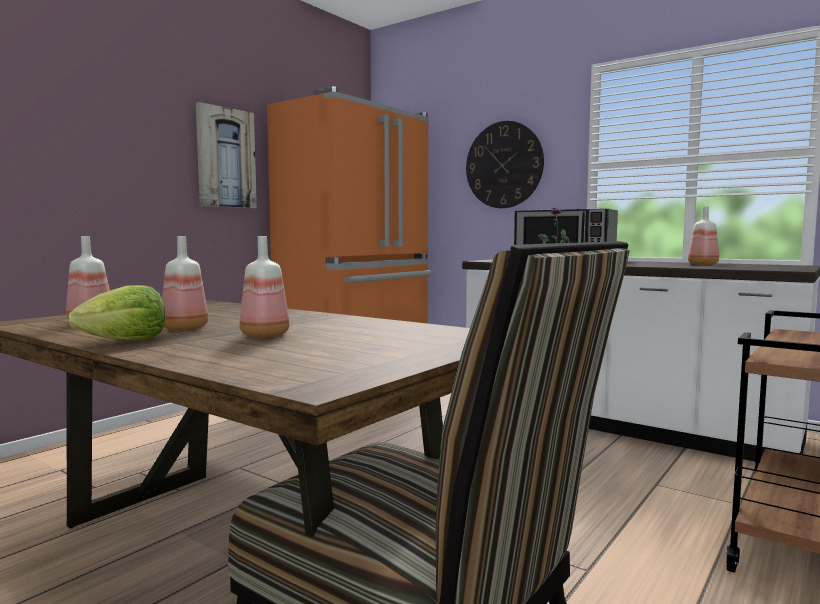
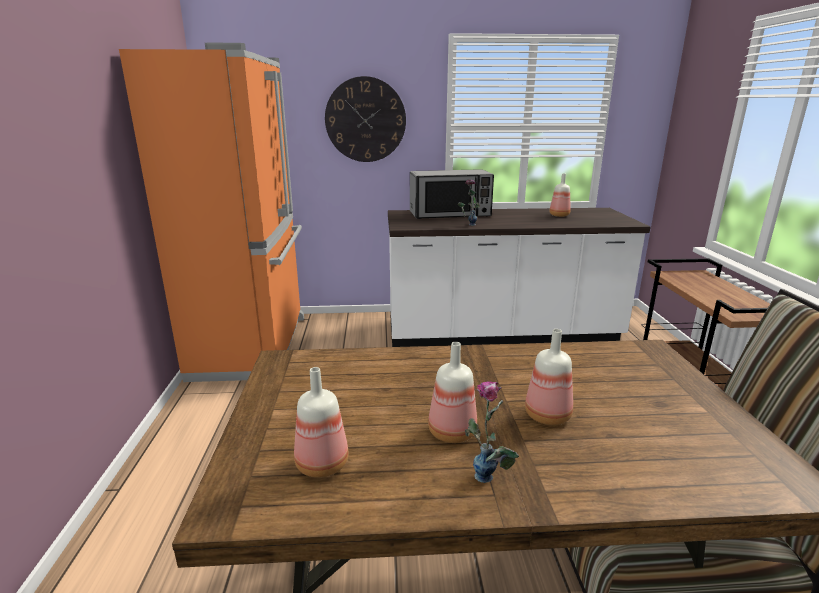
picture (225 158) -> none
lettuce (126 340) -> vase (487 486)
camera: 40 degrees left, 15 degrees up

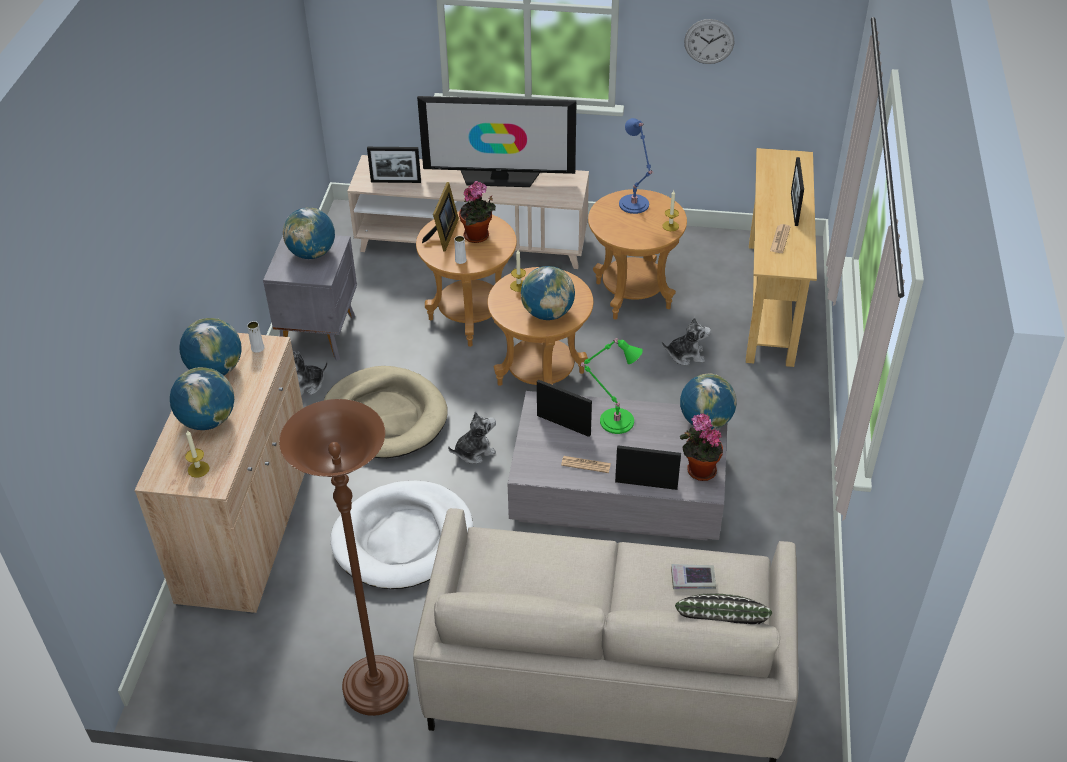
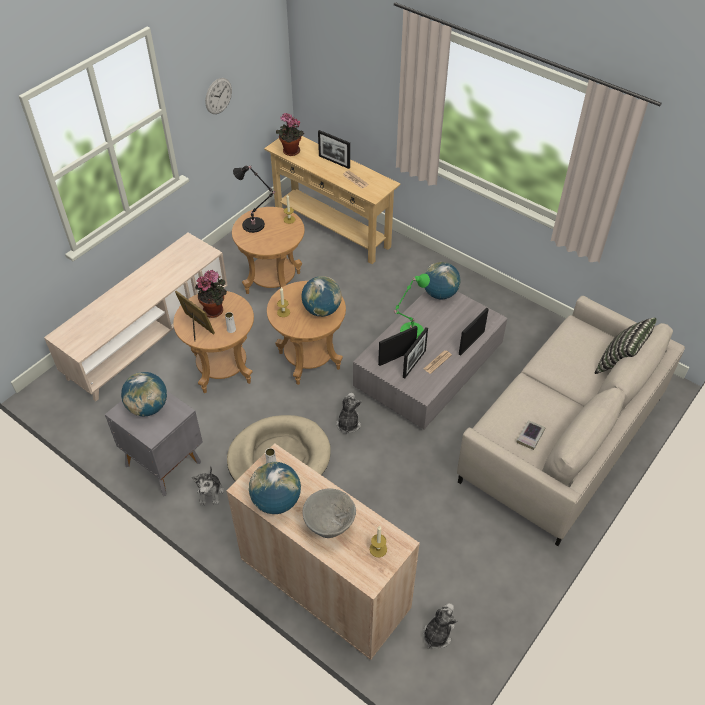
television (499 178) -> none
bluish lamp for a table (634 206) -> black lamp for a table (255 225)
picture frame (396 181) -> picture frame (414 364), relocated
plush toy (686 355) -> plush toy (437 633), relocated
world globe (208 420) -> greyish deep dish (329 525)
brown floor lamp (375 688) -> none
houseplant (698 470) -> houseplant (290 152), relocated
whitish dog cushion (403 538) -> none
bound book (693 579) -> bound book (530 436), relocated
camera: 60 degrees left, 5 degrees up

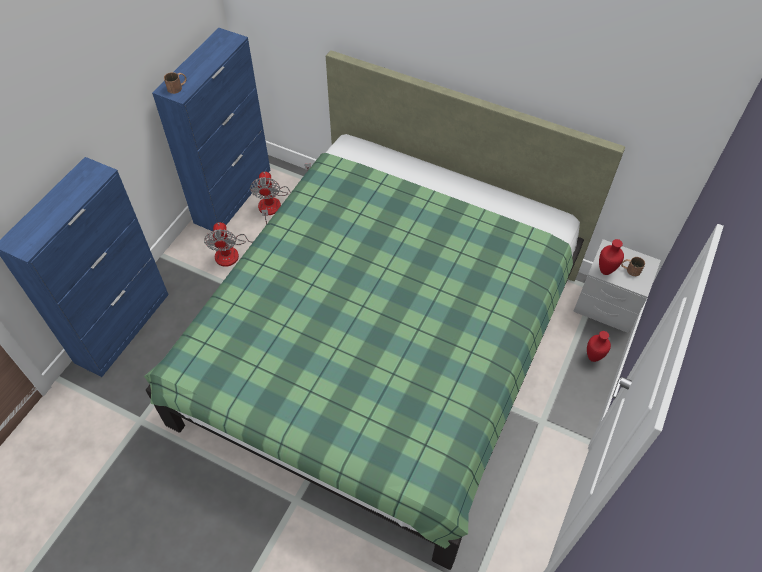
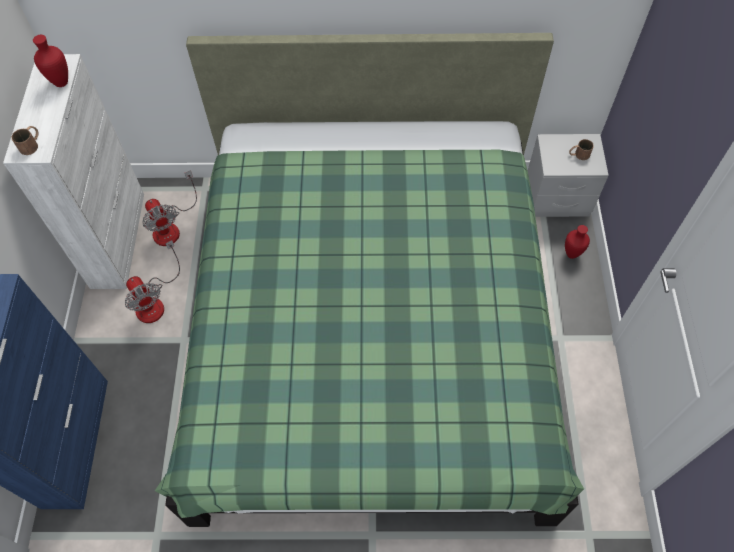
bluish cabinet (233 195) -> whitish cabinet (118 239)
red-coloured vase (604 271) -> red-coloured vase (60 83), relocated
camera: 25 degrees left, 5 degrees up

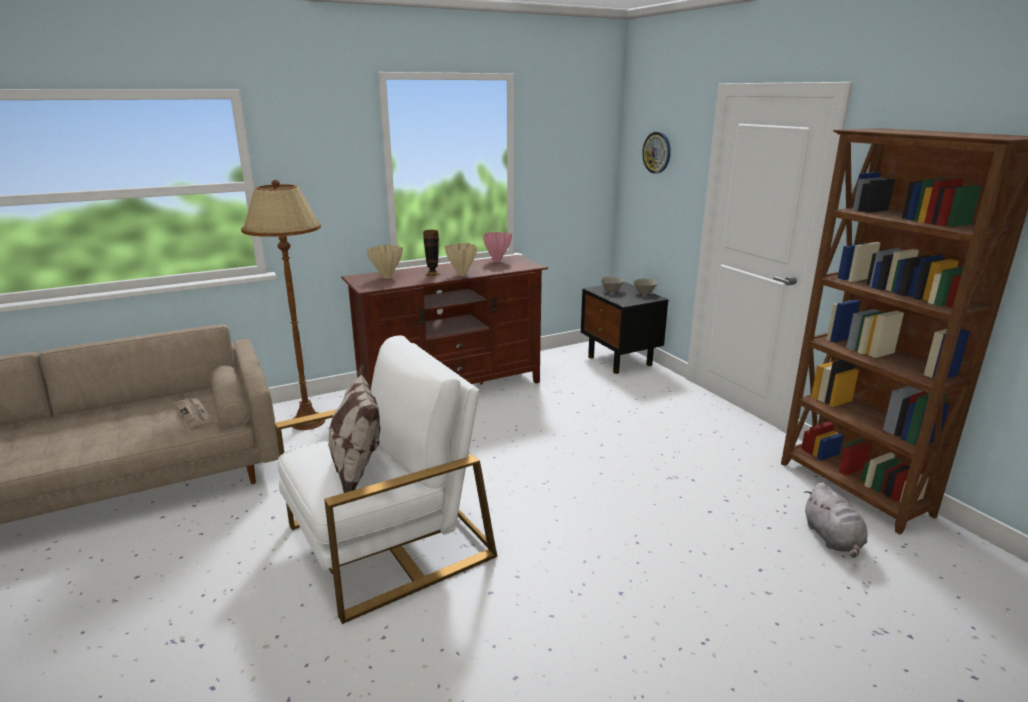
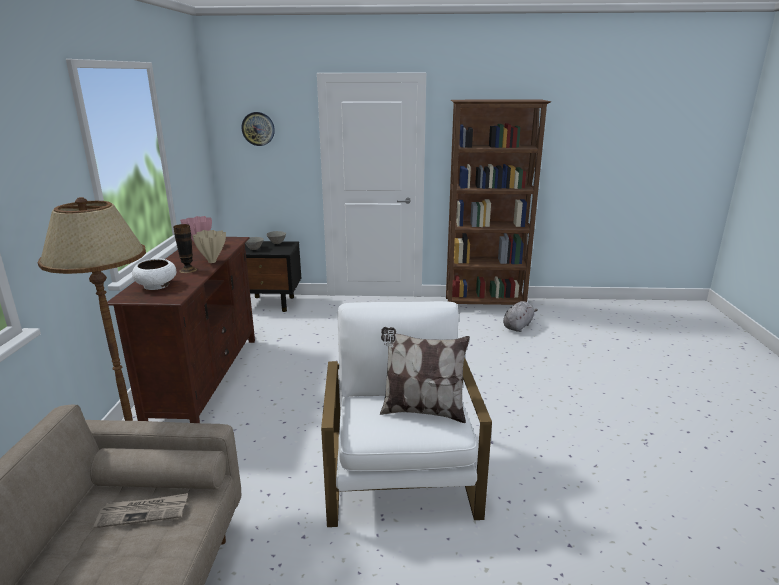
sand-coloured vase (388 277) -> whitish deep dish (157 286)
greyish plush toy (833 539) -> greyish plush toy (518 326), 75 degrees counterclockwise
camera: 60 degrees left, 0 degrees up

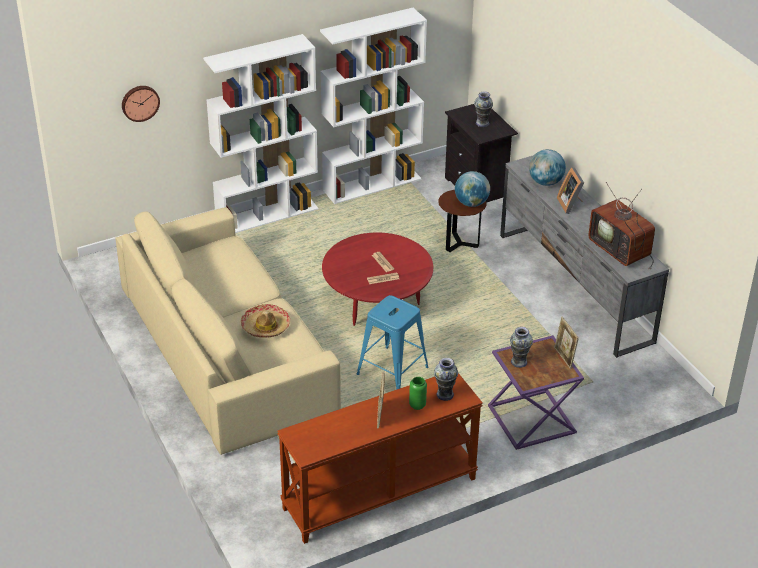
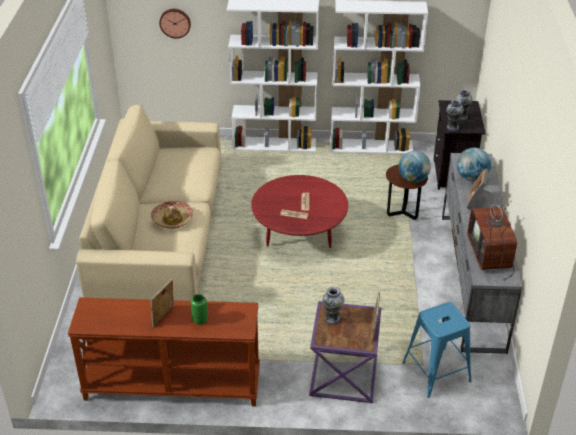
bluish sitting stool (392 370) -> bluish sitting stool (436 371), relocated
vase (445 394) -> vase (453 128), relocated
camera: 30 degrees right, 0 degrees up

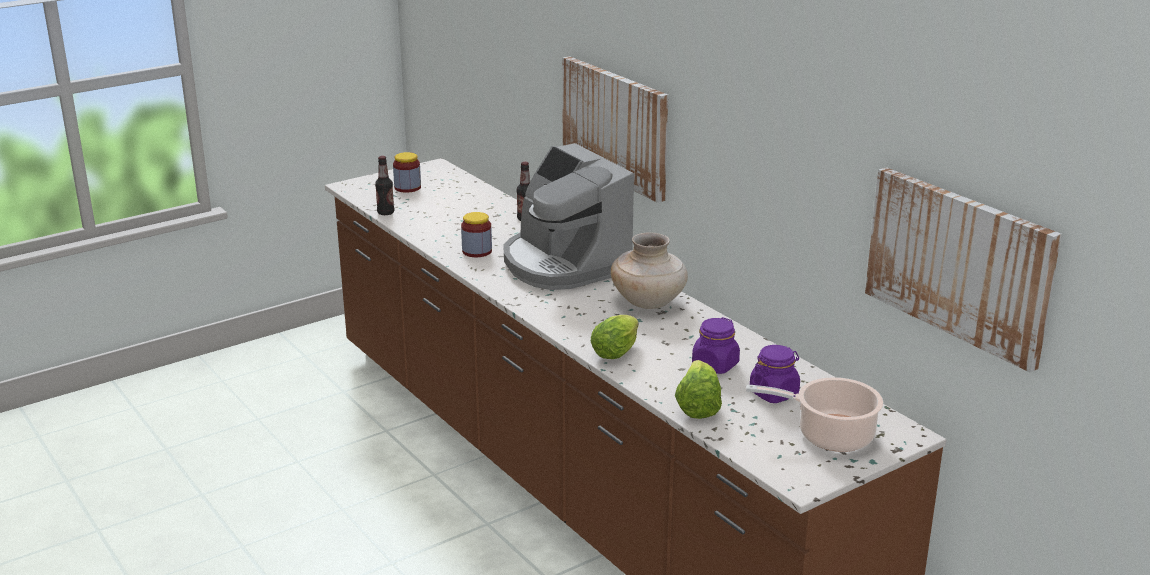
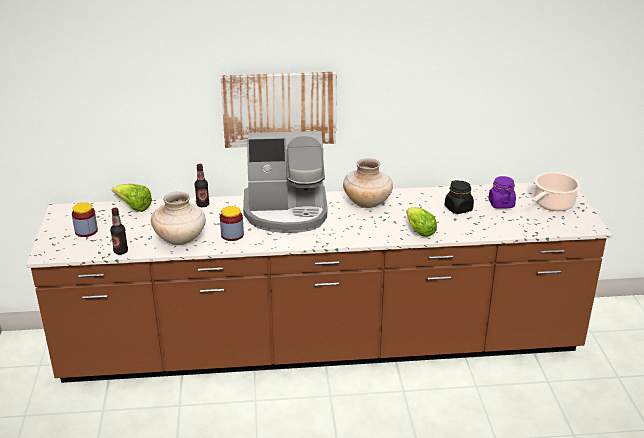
picture (959 264) -> none
purple-coloured jar (715 365) -> black jar (458 209)
lettuce (697 406) -> lettuce (134 207), relocated
none -> sand-coloured vase (180 239)
camera: 60 degrees left, 5 degrees up

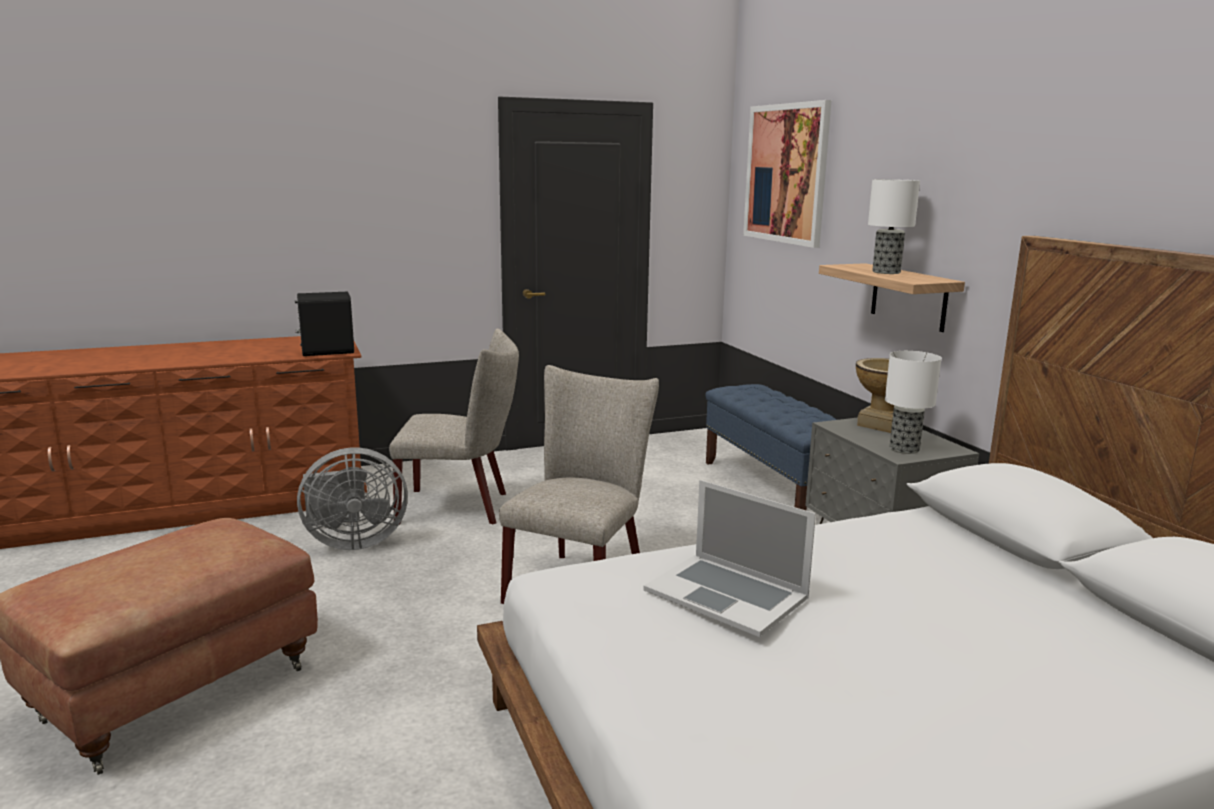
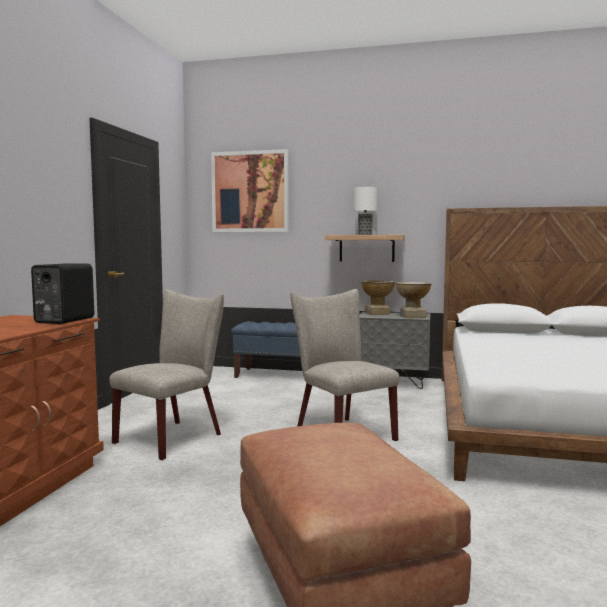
lamp for a table (904 449) -> vase (412 316)
greyish fan (352 542) -> none
portable computer (726 593) -> none
camera: 55 degrees left, 10 degrees down

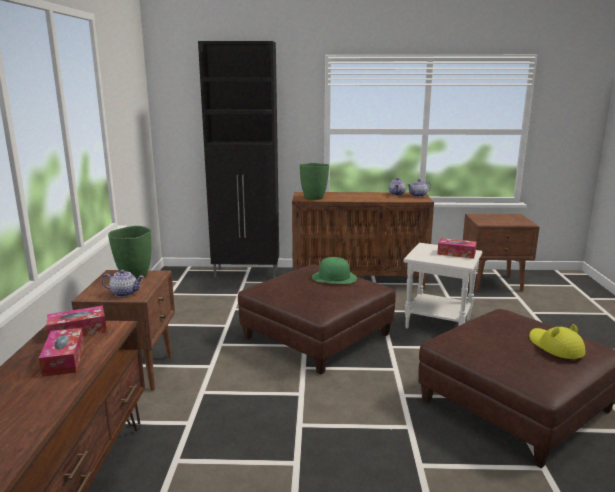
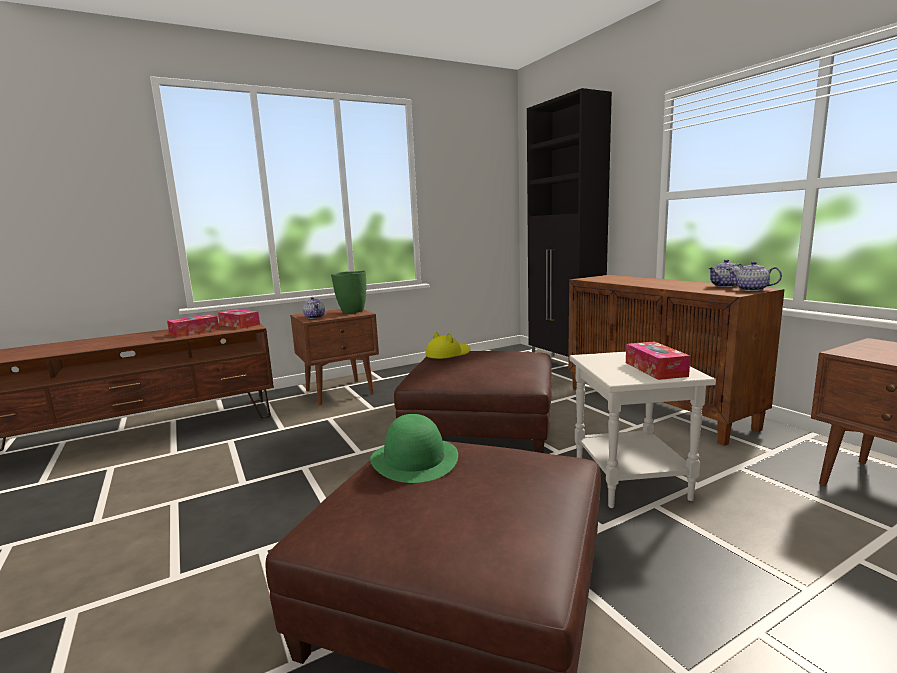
greenish vase (313 198) -> none
greenish clothing hat (334 277) -> greenish clothing hat (414 459), relocated
yellowish clothing hat (555 346) -> yellowish clothing hat (448 354), relocated
camera: 60 degrees right, 5 degrees down

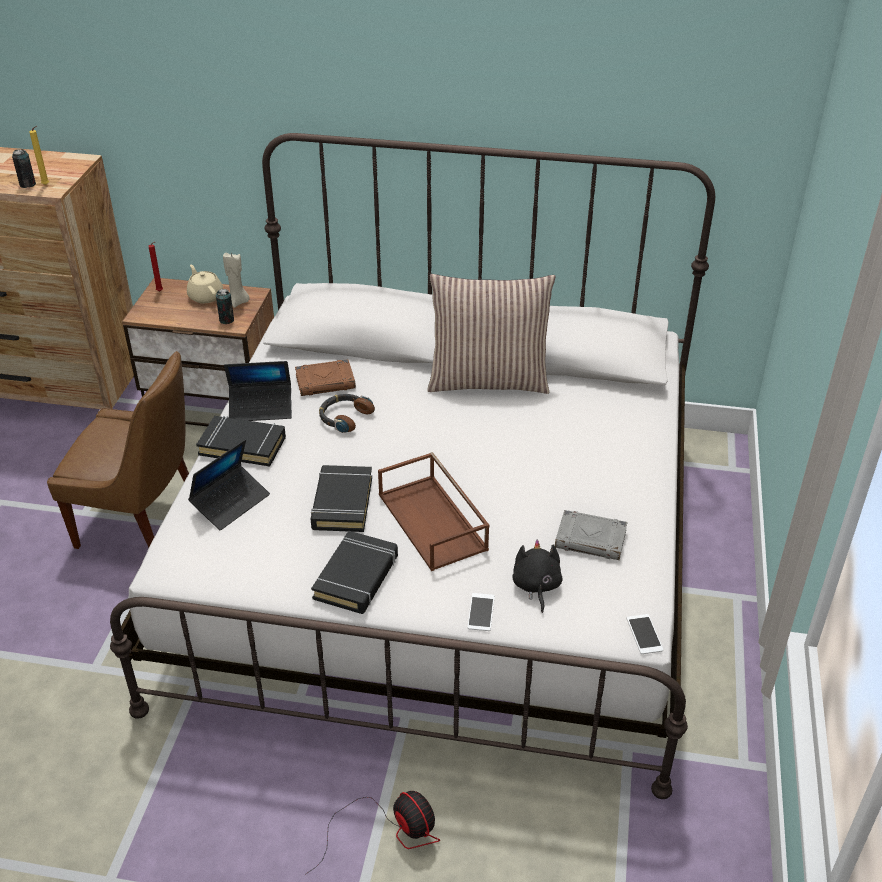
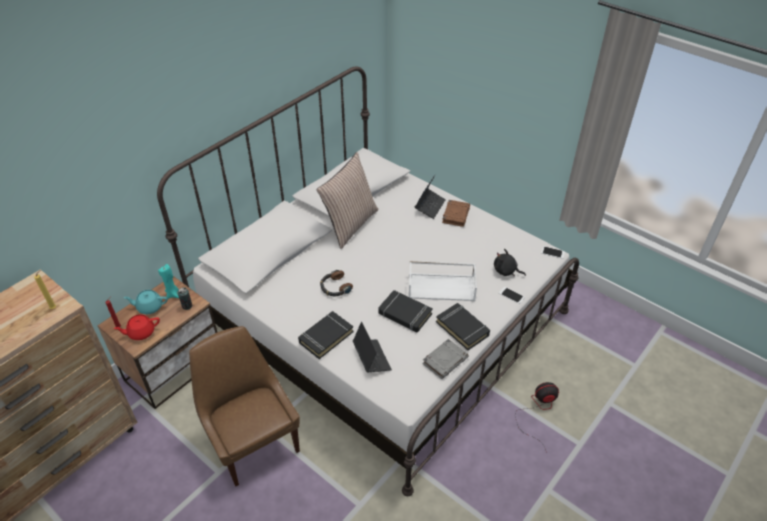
can (27 185) -> none
sand-coloured wax light (238 302) -> turquoise-coloured wax light (173 294)
sand-coloured pot for tea (205 296) -> turquoise-coloured pot for tea (149 307)
brown upright chair (142 521) -> brown upright chair (253 442), 75 degrees counterclockwise
brown bound book (326 382) -> brown bound book (455 215), relocated
portable computer (261 408) -> portable computer (430 206), relocated
brown carrying tray (434 522) -> whitish carrying tray (442 286)
greyish bound book (591 539) -> greyish bound book (445 360), relocated
none -> red-coloured pot for tea (141 332)
camera: 60 degrees left, 5 degrees up

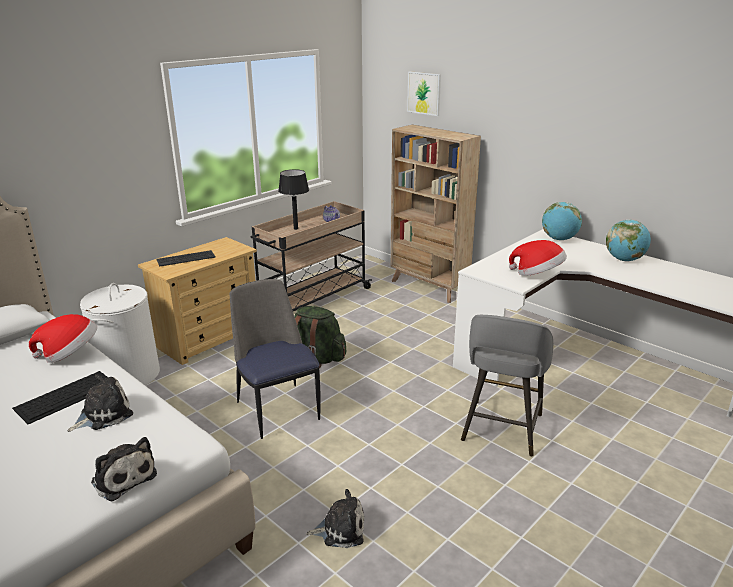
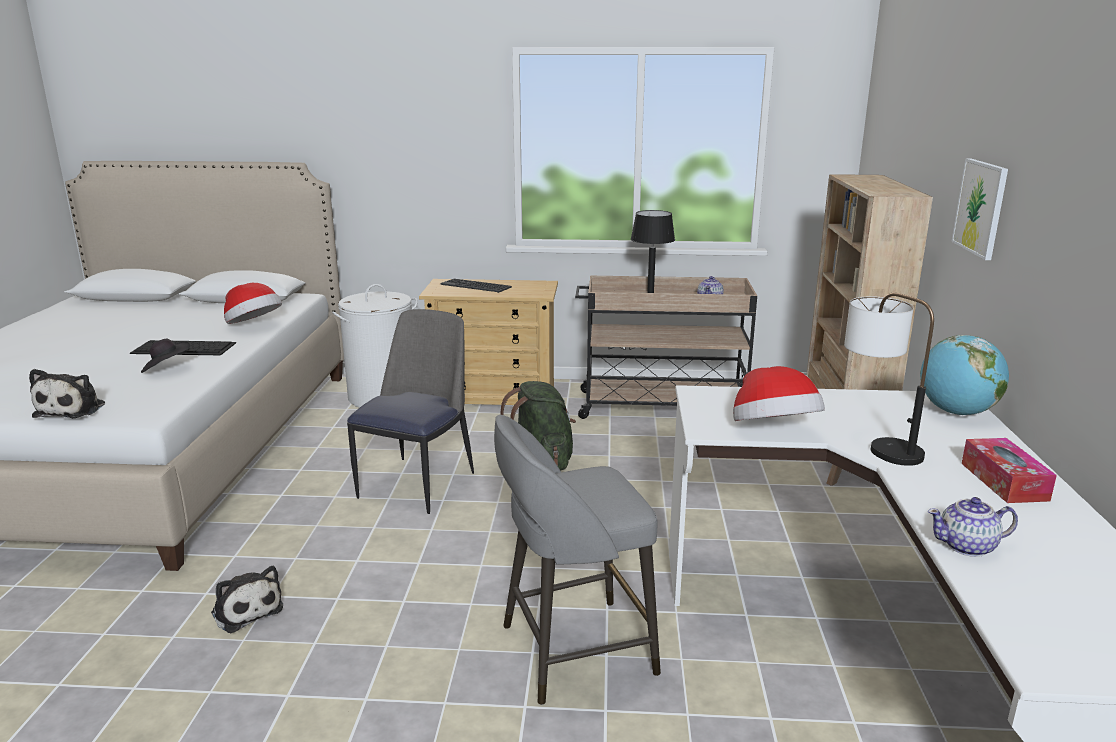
picture (424 93) -> picture (980 207), relocated
world globe (624 260) -> tissue box (1004 481)
plush toy (103 414) -> black clothing hat (166 369)
none -> lamp for a table (876 444)
none -> pot for tea (967 546)
camera: 50 degrees right, 5 degrees down

